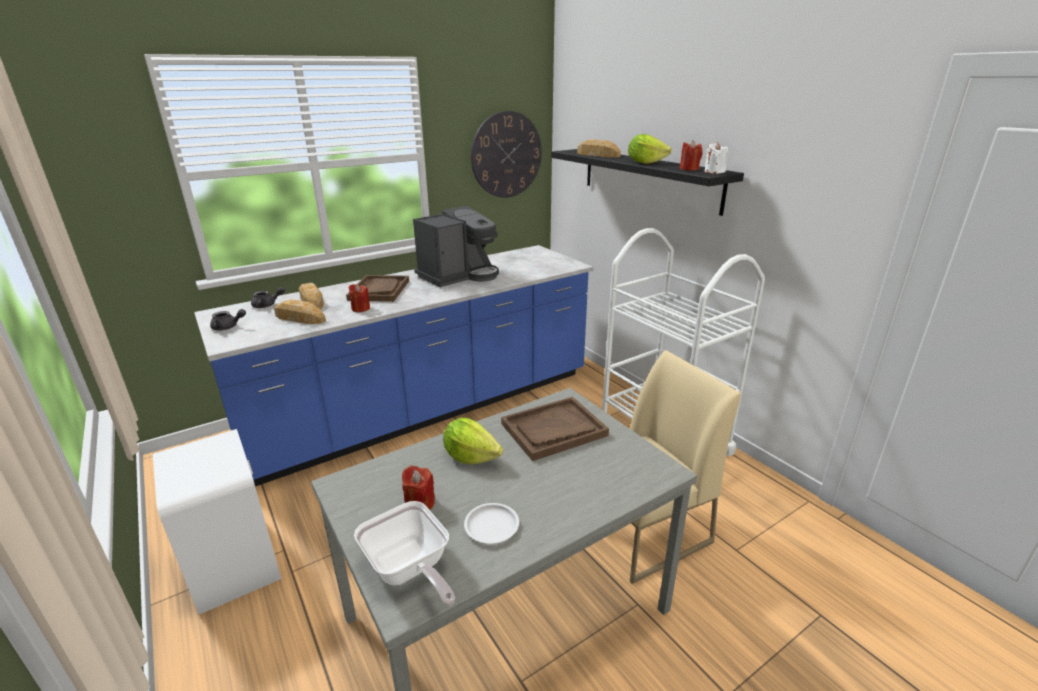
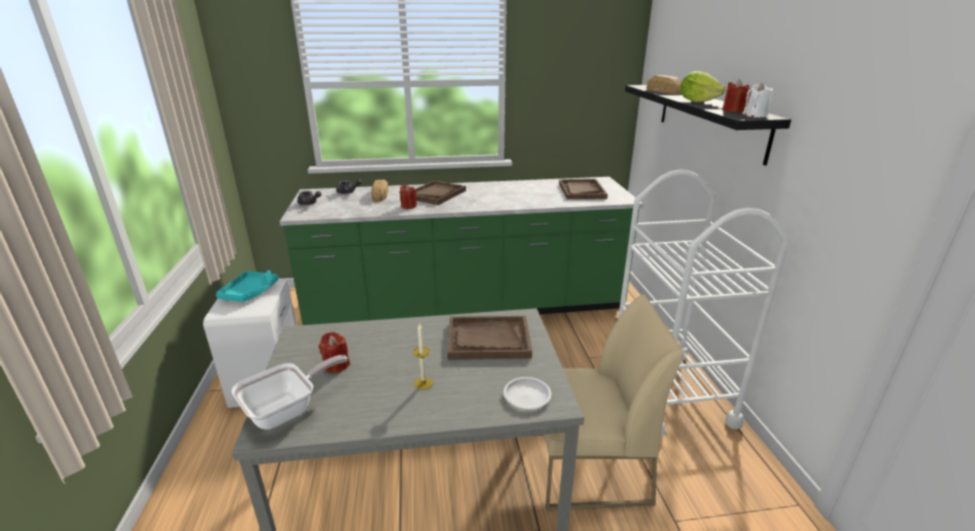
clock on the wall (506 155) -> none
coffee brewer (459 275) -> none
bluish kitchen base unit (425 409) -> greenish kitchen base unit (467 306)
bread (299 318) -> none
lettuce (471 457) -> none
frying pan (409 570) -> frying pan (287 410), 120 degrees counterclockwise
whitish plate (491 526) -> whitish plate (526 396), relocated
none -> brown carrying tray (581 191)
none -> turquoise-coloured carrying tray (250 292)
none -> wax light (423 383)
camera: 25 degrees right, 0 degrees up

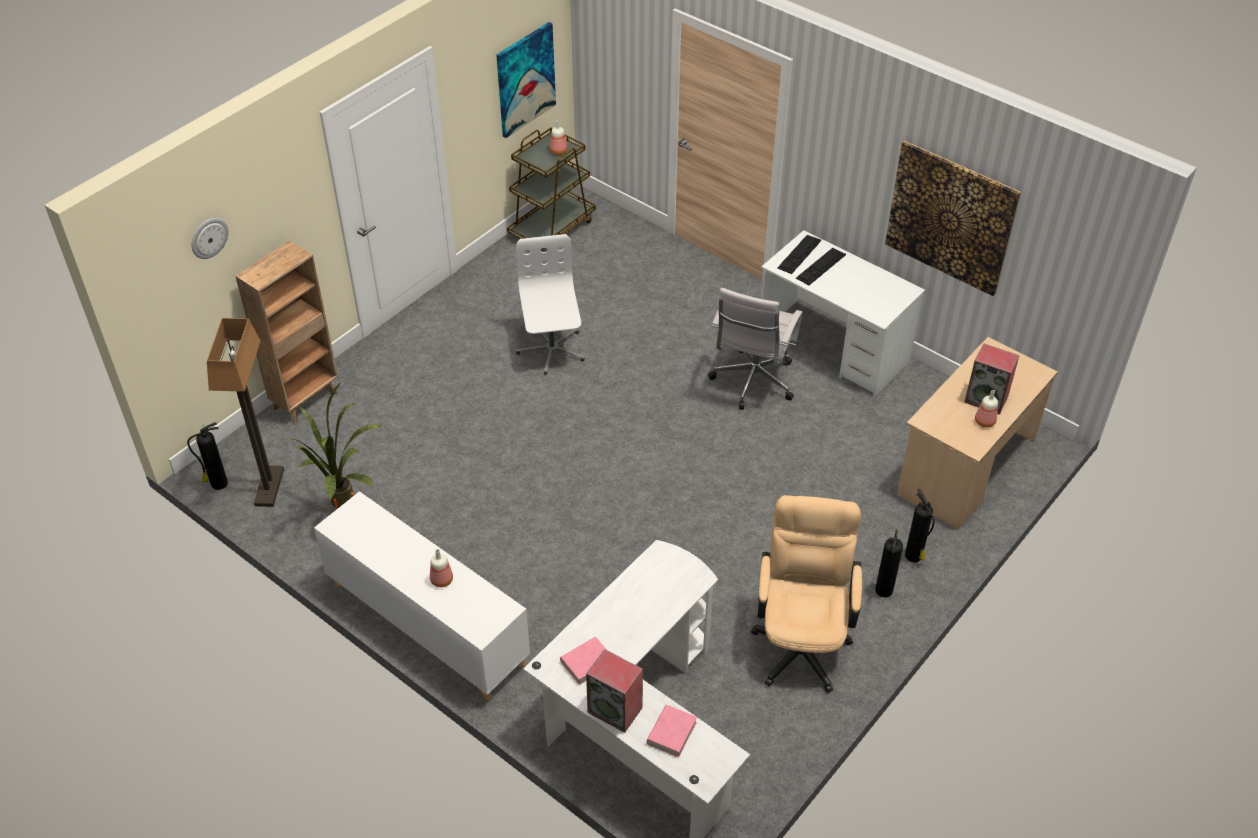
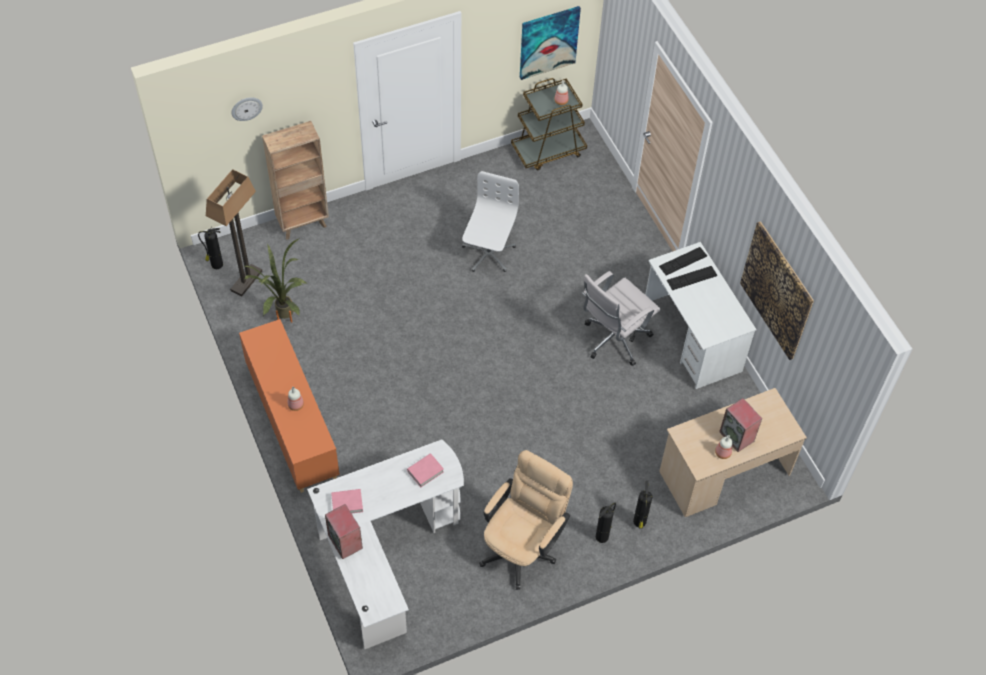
whitish cabinet (427 623) -> orangey cabinet (292 423)
pink-coloured bound book (671 733) -> pink-coloured bound book (425 471), relocated
camera: 25 degrees right, 10 degrees up

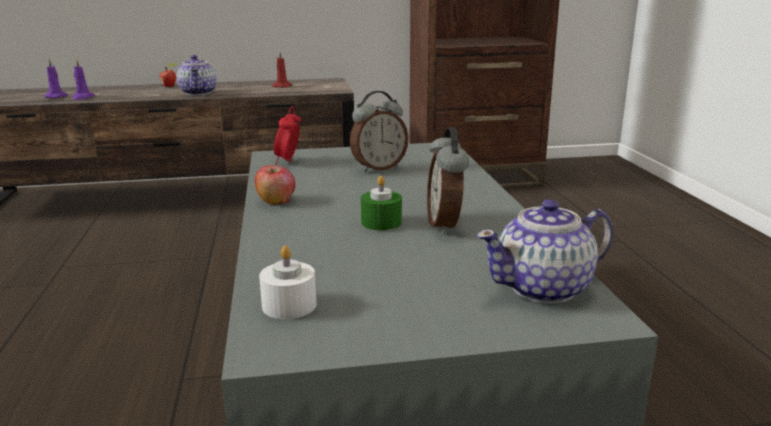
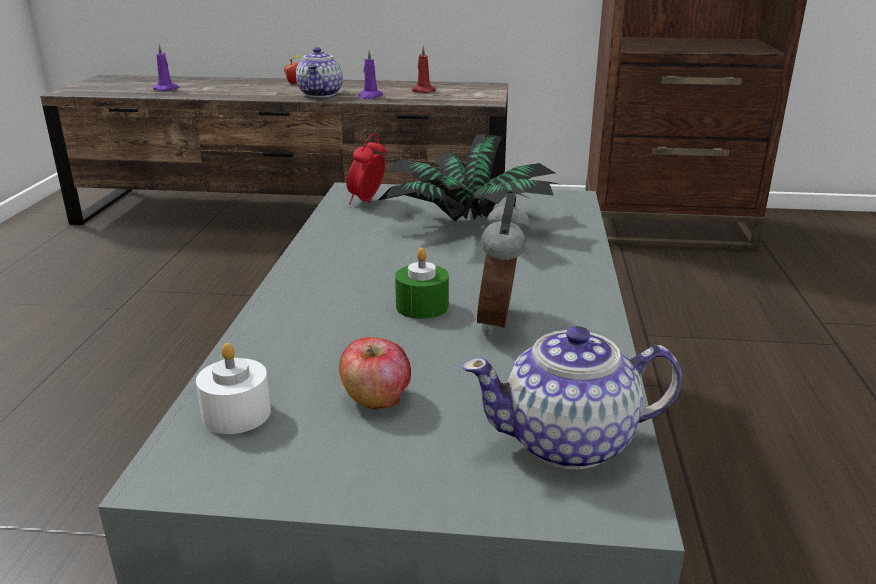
purple-coloured wax light (83 97) -> purple-coloured wax light (370 96), relocated
alarm clock (378 168) -> houseplant (470 223)
apple (276 201) -> apple (376 398), relocated
camera: 15 degrees right, 5 degrees up

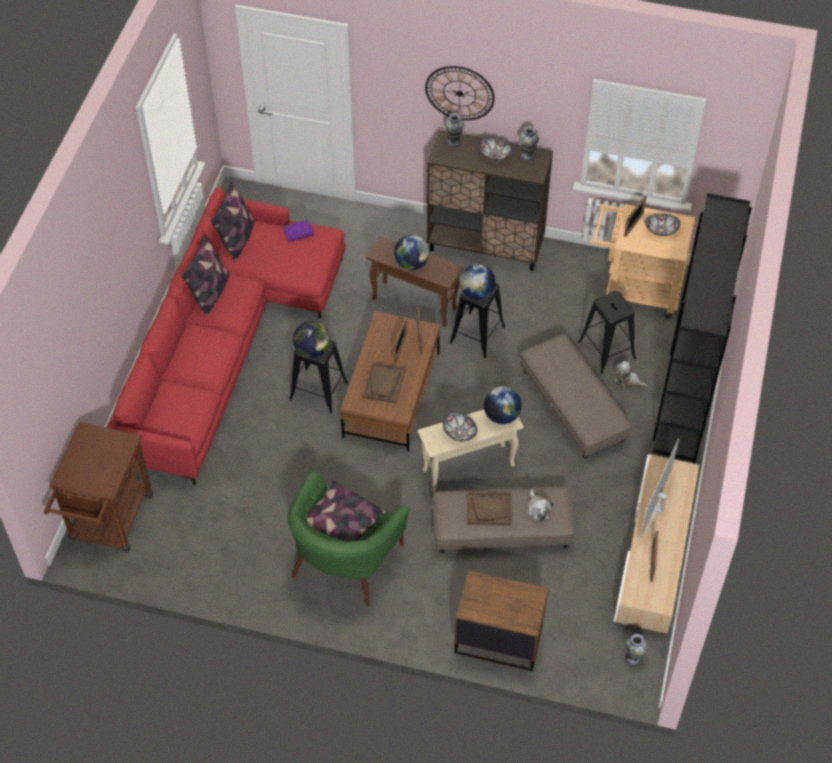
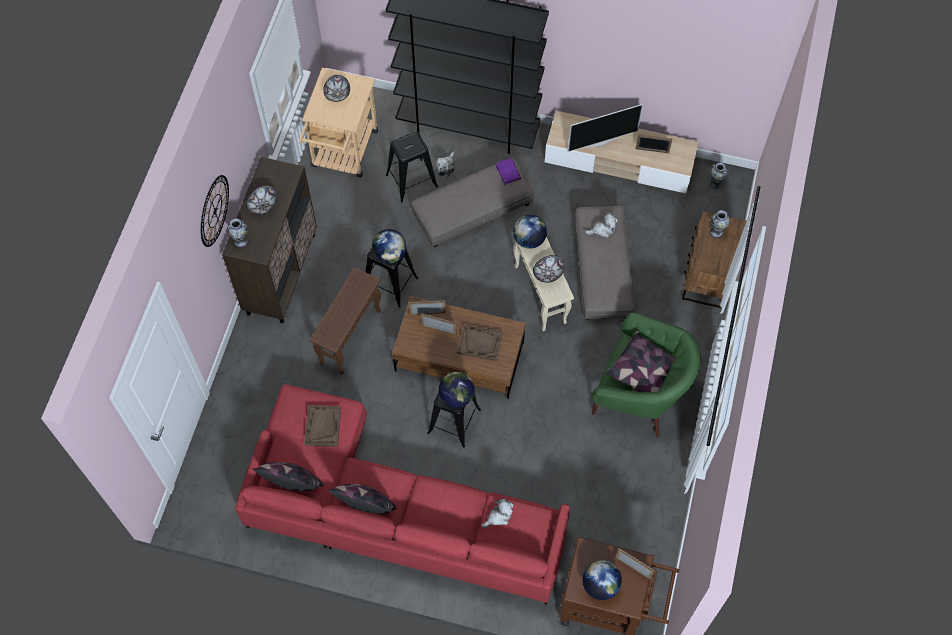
vase (528 155) -> vase (716 231), relocated
picture frame (633 225) -> picture frame (633 567), relocated
purple-coloured bound book (298 232) -> purple-coloured bound book (507 172), relocated
world globe (412 263) -> world globe (600 585), relocated
television (658 509) -> television (600 142), 45 degrees counterclockwise
brown carrying tray (489 509) -> brown carrying tray (322 426), relocated
none -> plush toy (499 516)
camera: 90 degrees left, 10 degrees up

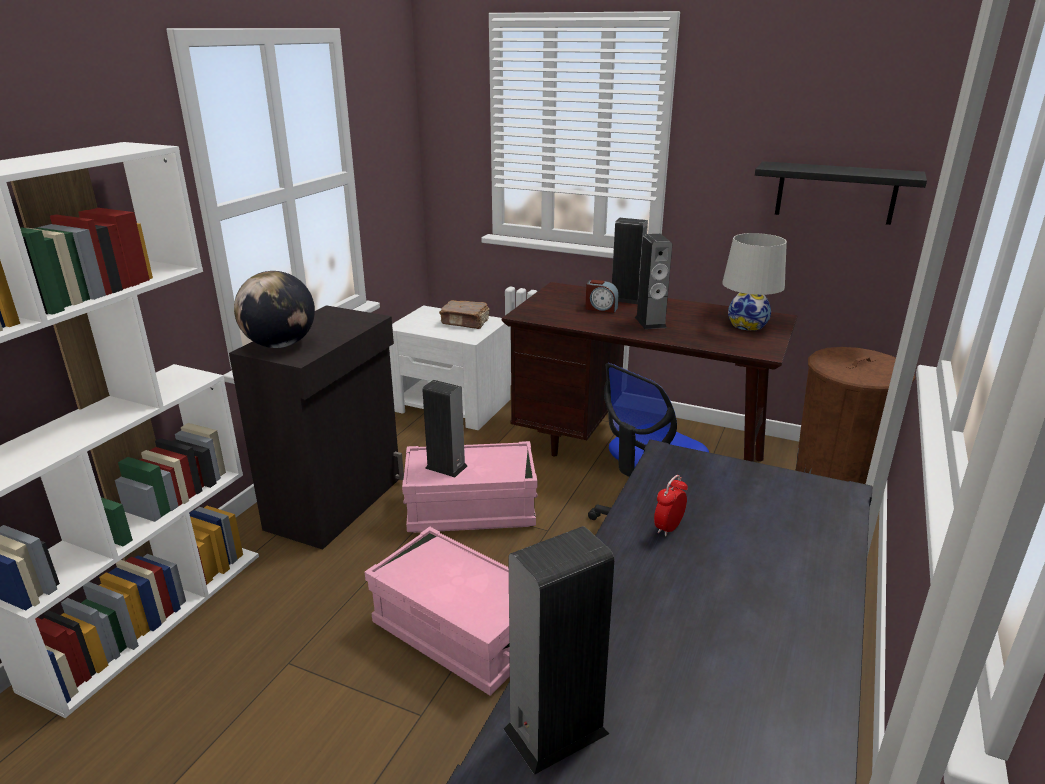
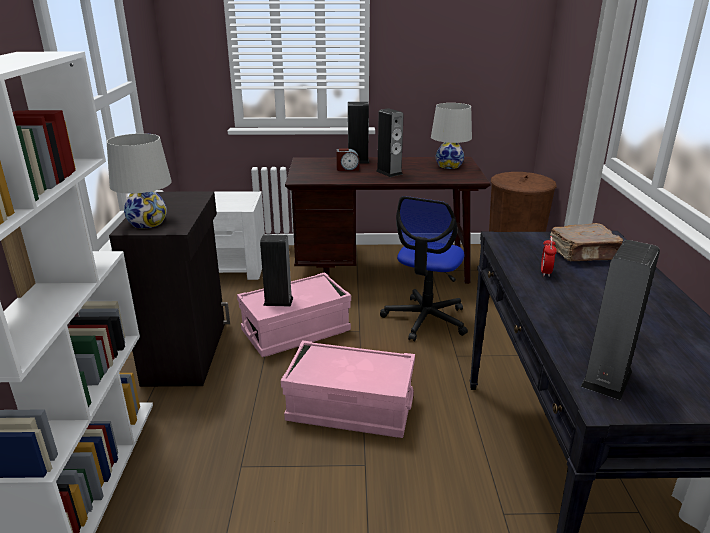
black bracket shelf (835 193) -> none
world globe (280 345) -> whitish lamp for a table (147 223)
brown bound book (465 322) -> brown bound book (584 254), relocated
camera: 25 degrees left, 0 degrees up

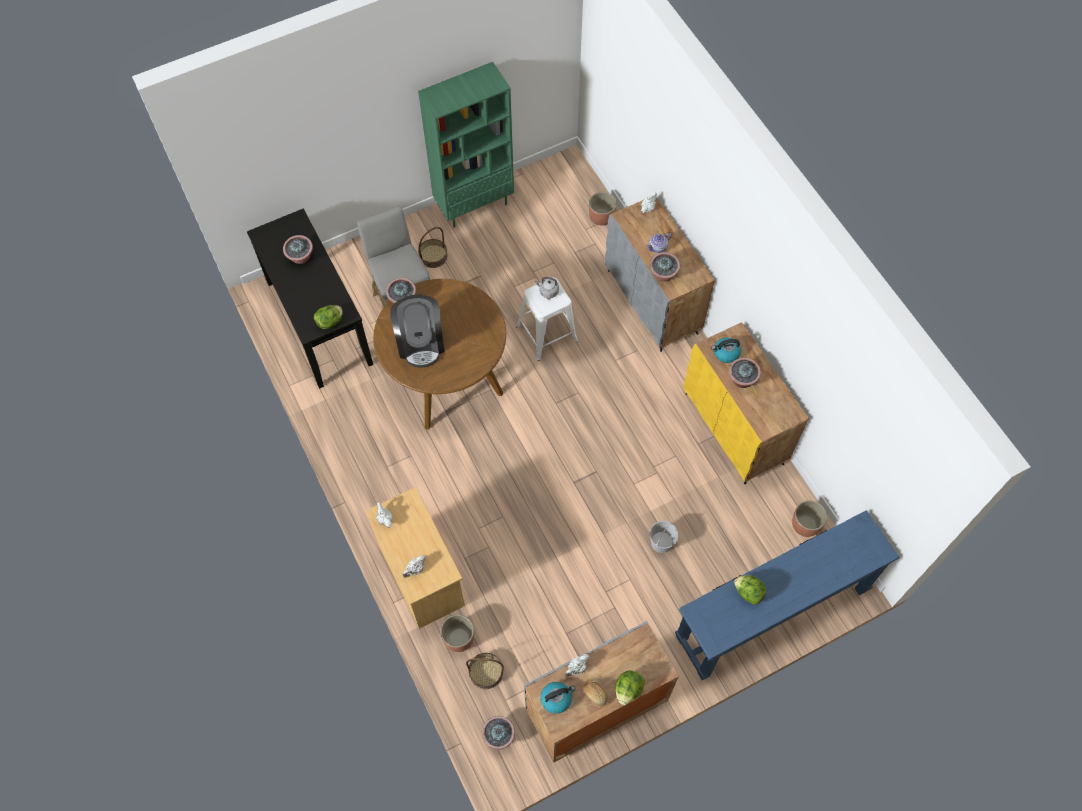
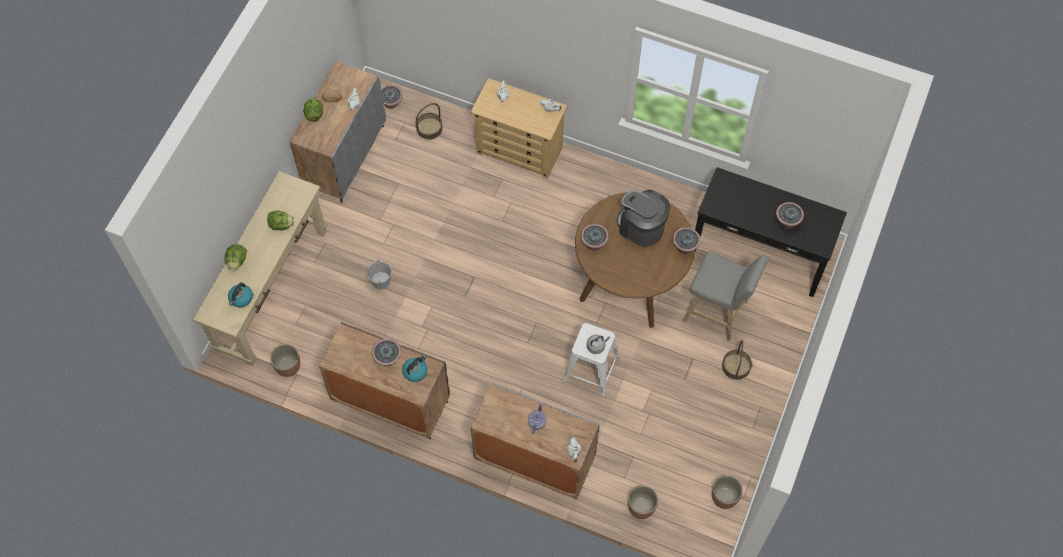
greenish bookcase (474 204) -> none
houseplant (663 275) -> houseplant (594 243), relocated
lettuce (330 322) -> lettuce (237 261), relocated
yellowish cabinet (734 429) -> brown cabinet (390 401)
bluish console table (771 613) -> sand-coloured console table (272 289)
flower pot (459 638) -> flower pot (724 497), relocated
tea kettle (556 698) -> tea kettle (241 298), relocated
camera: 140 degrees right, 0 degrees up

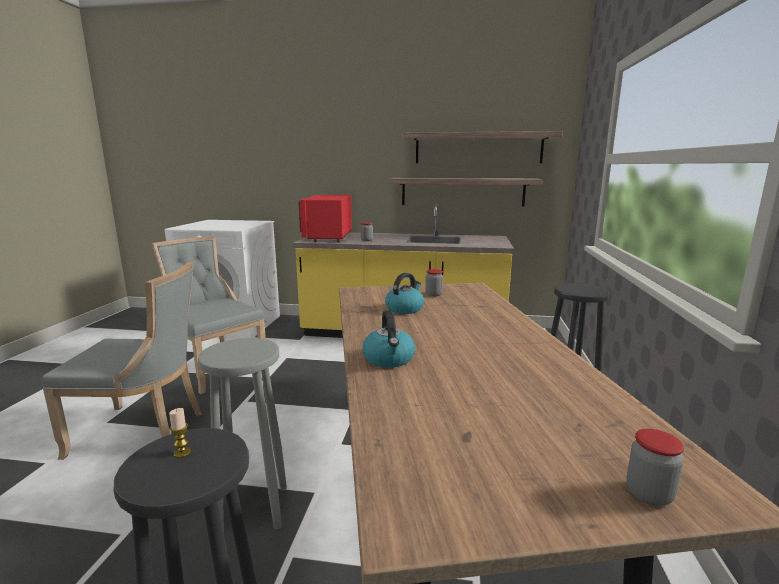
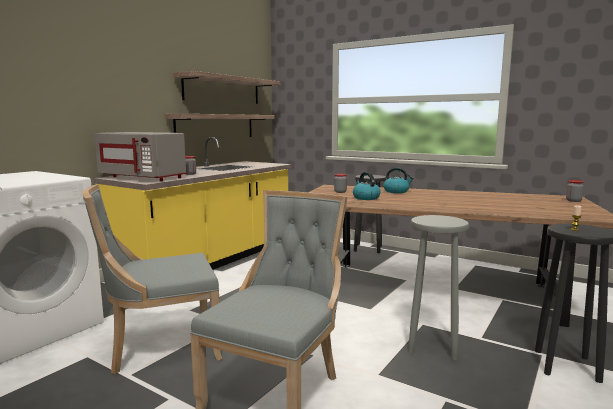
red-coloured microwave (329 237) -> greyish microwave (143 177)
tea kettle (389 359) -> tea kettle (396 191), relocated
camera: 65 degrees left, 5 degrees down

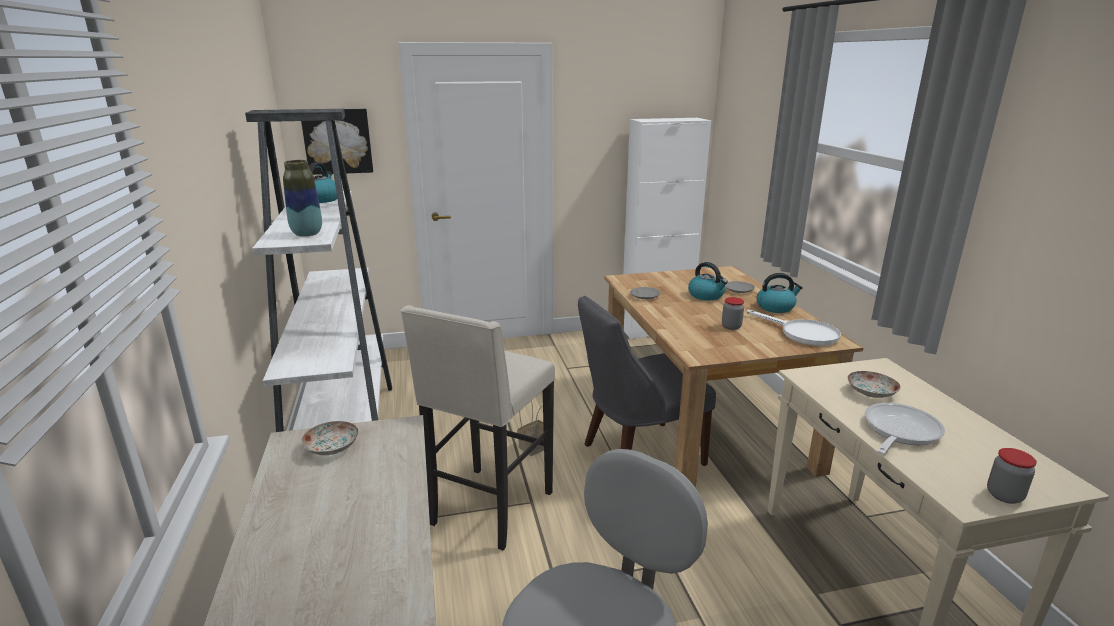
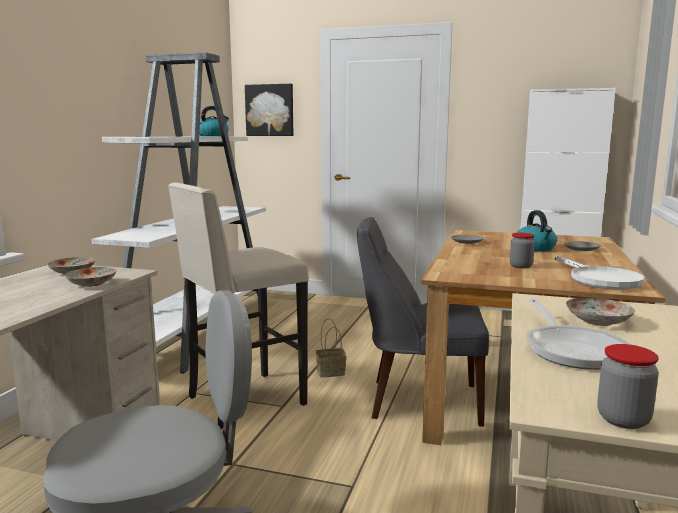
vase (307 234) -> none
tea kettle (776 307) -> none
frying pan (898 431) -> frying pan (572 349), 105 degrees clockwise
none -> plate (92 284)
camera: 30 degrees right, 10 degrees down

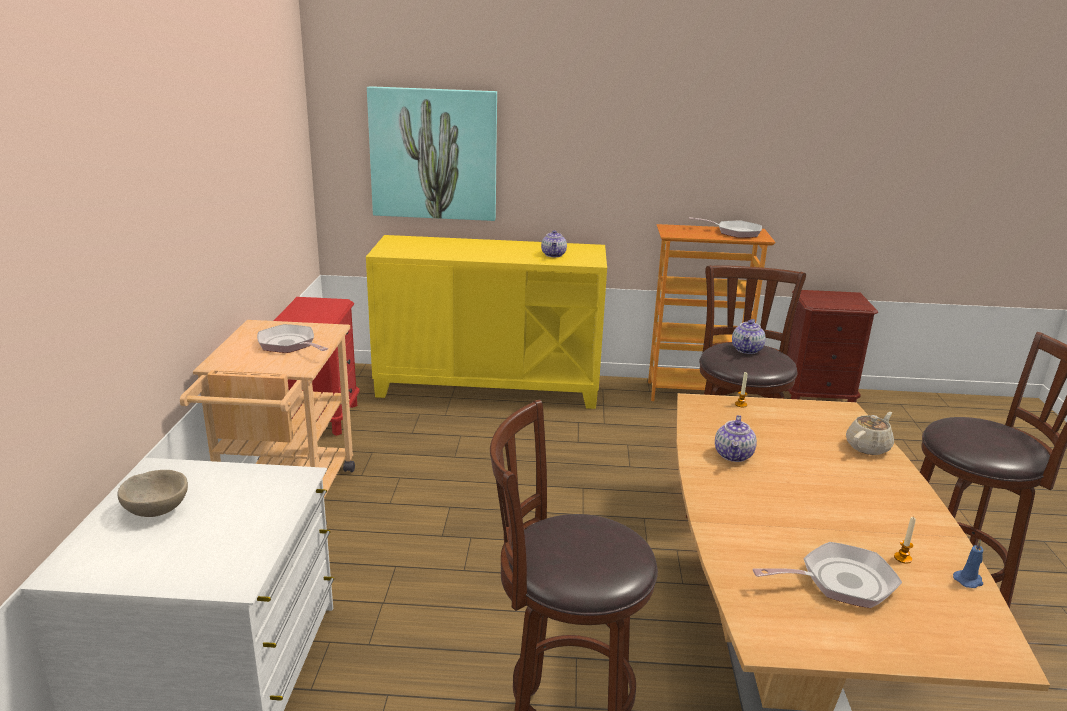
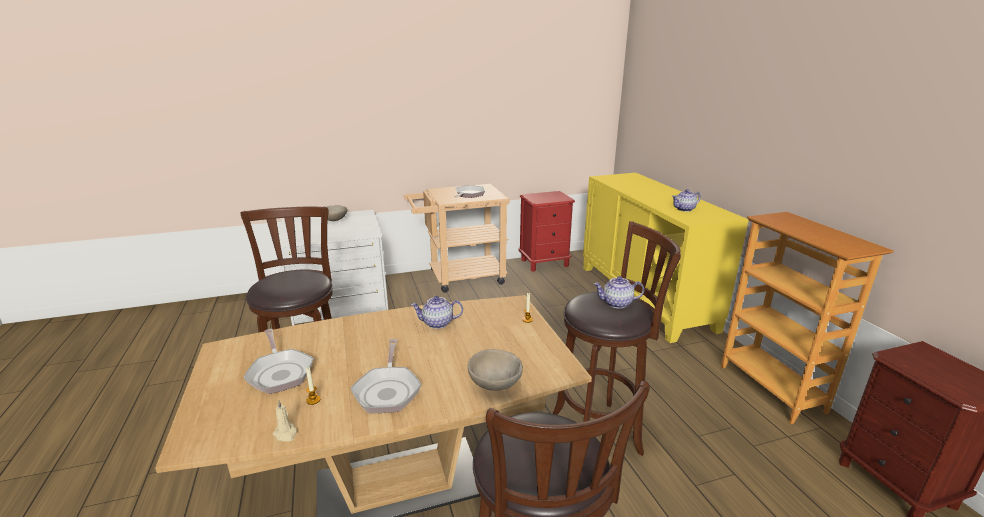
picture (434 154) -> none
frying pan (734 232) -> frying pan (387 390), relocated
sand-coloured pot for tea (868 447) -> sand-coloured deep dish (494 384)
bluish wax light (968 580) -> sand-coloured wax light (286 434)
camera: 70 degrees right, 0 degrees up

